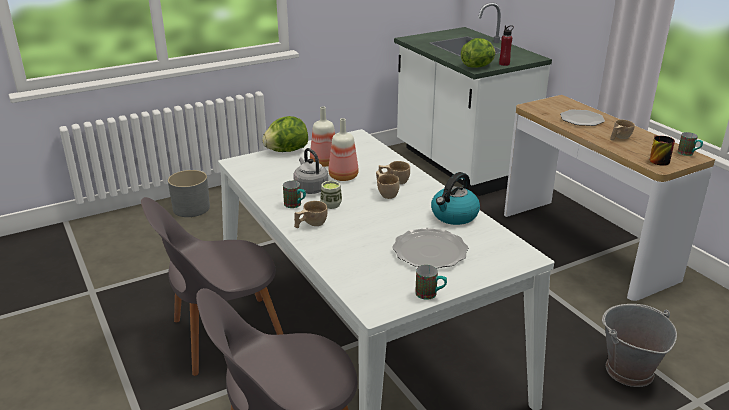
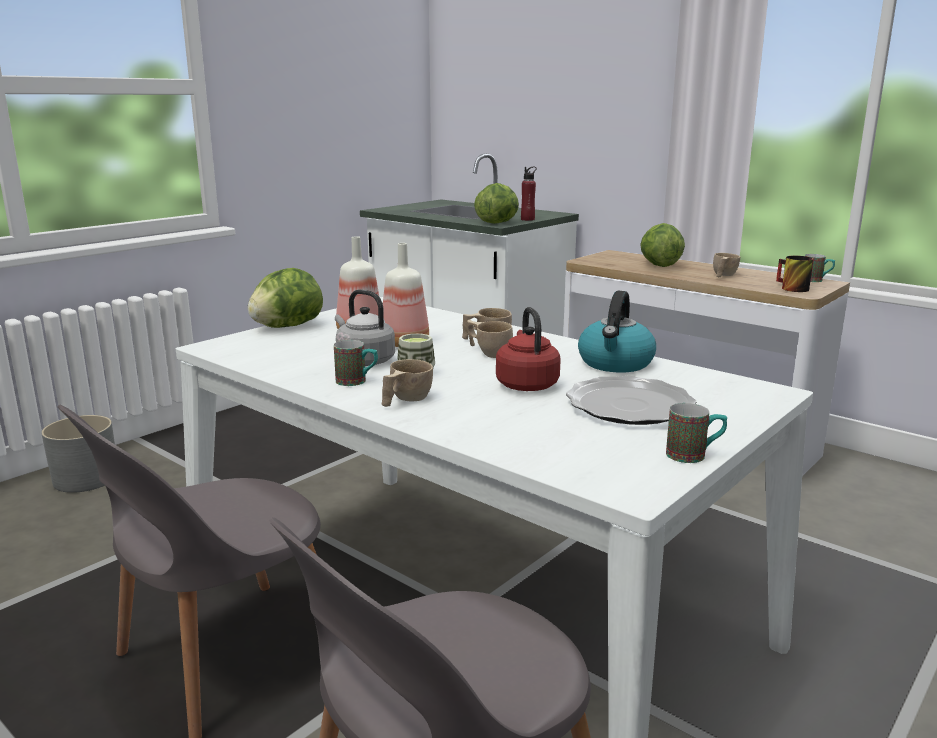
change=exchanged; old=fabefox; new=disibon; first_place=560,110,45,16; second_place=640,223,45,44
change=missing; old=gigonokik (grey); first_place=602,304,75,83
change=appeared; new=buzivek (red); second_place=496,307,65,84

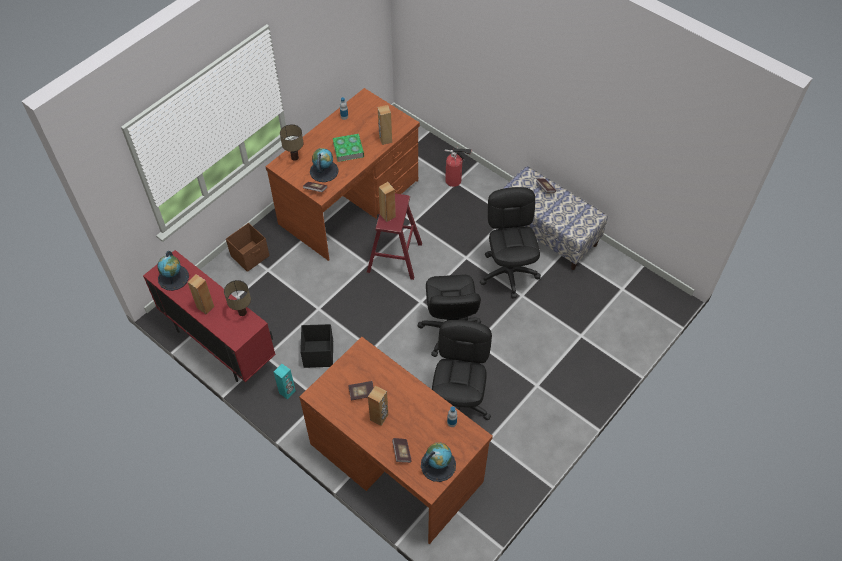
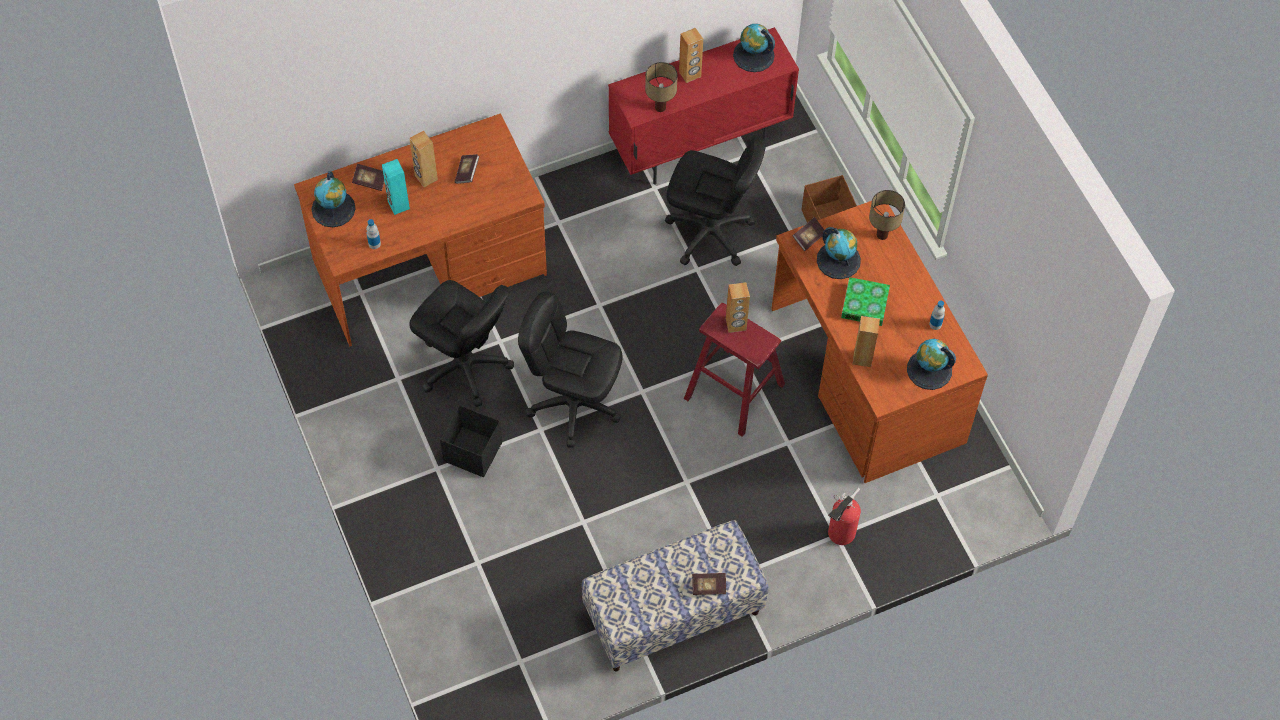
change=relocated; old=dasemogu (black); first_place=480,187,61,112; second_place=665,137,101,129
change=relocated; old=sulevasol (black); first_place=300,324,33,44; second_place=440,405,62,72
change=relocated; old=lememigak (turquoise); first_place=274,364,22,35; second_place=382,159,28,56
change=appeared; new=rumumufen; second_place=907,339,49,51

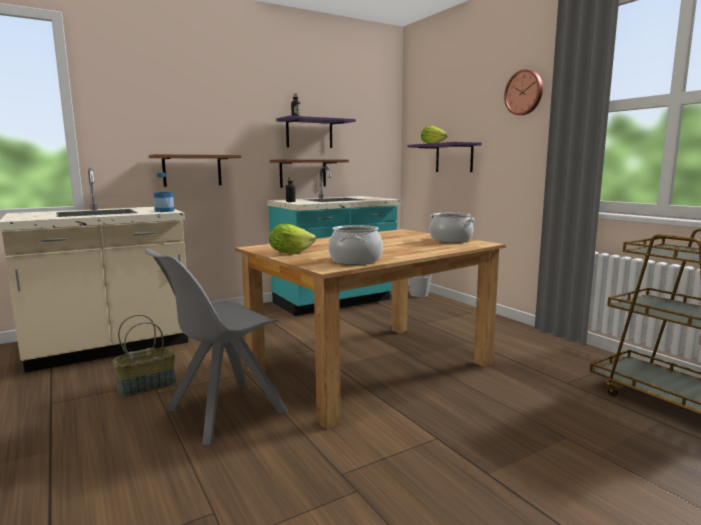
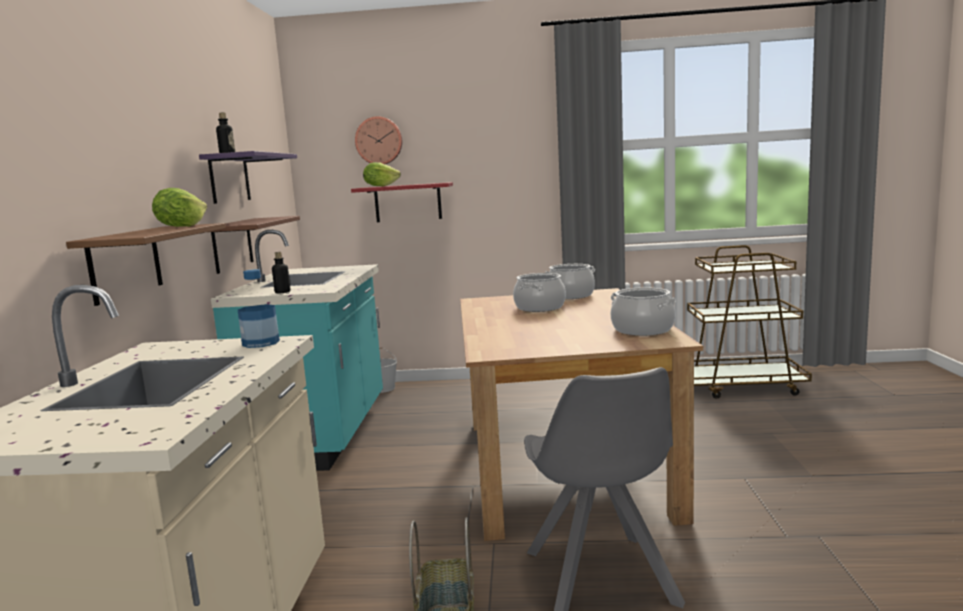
change=relocated; old=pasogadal; first_place=504,69,39,46; second_place=355,116,47,48
change=colour; old=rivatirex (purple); new=rivatirex (red); first_place=407,142,75,30; second_place=351,182,102,40
change=relocated; old=disibon; first_place=269,224,47,30; second_place=152,188,55,39
change=appeared; new=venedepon; second_place=513,273,53,39

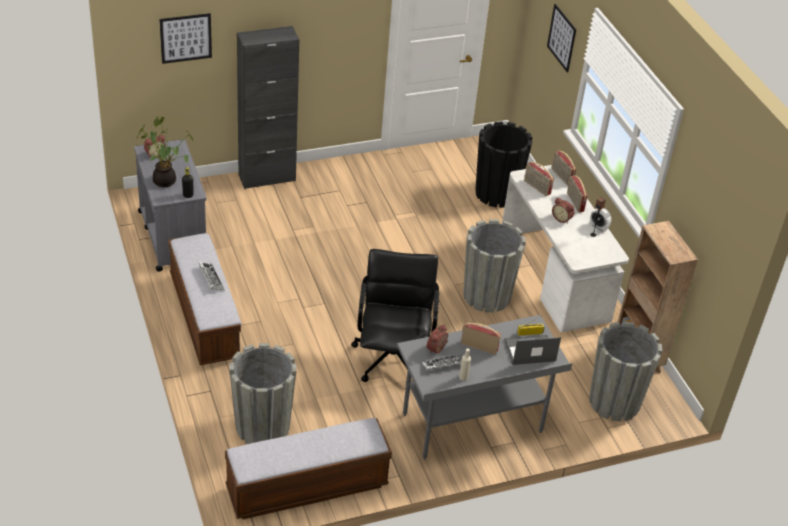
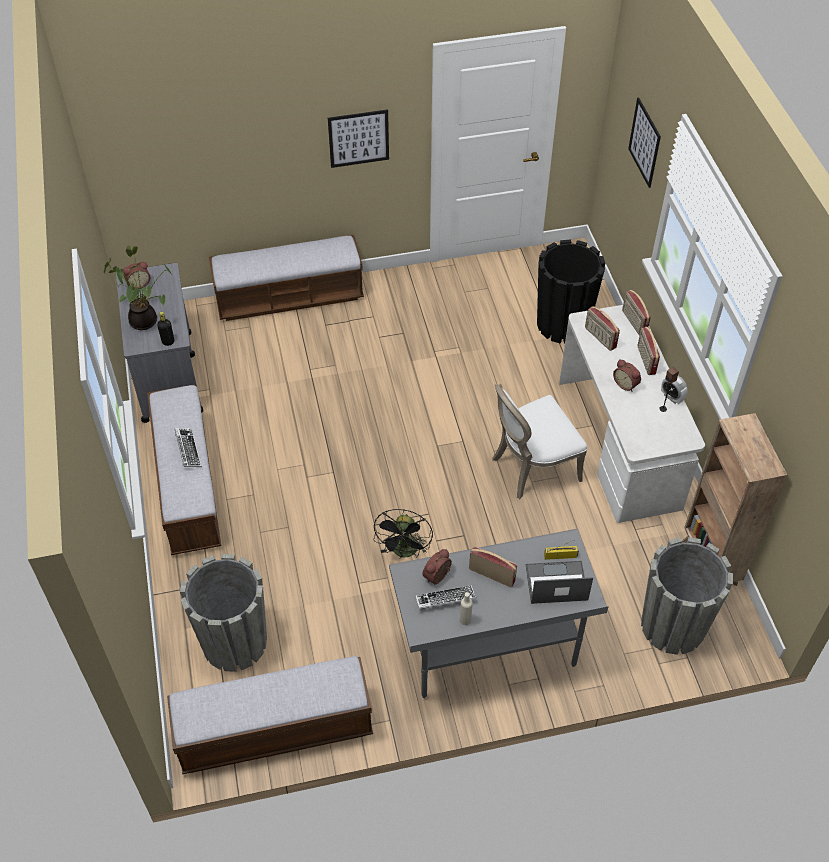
change=relocated; old=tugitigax; first_place=159,13,53,51; second_place=328,109,61,59
change=exchanged; old=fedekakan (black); new=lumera; first_place=237,26,62,163; second_place=209,235,155,86
change=exchanged; old=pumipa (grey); new=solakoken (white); first_place=463,219,63,94; second_place=492,384,95,115
change=exchanged; old=dasemogu (black); new=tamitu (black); first_place=351,249,88,133; second_place=373,509,60,49

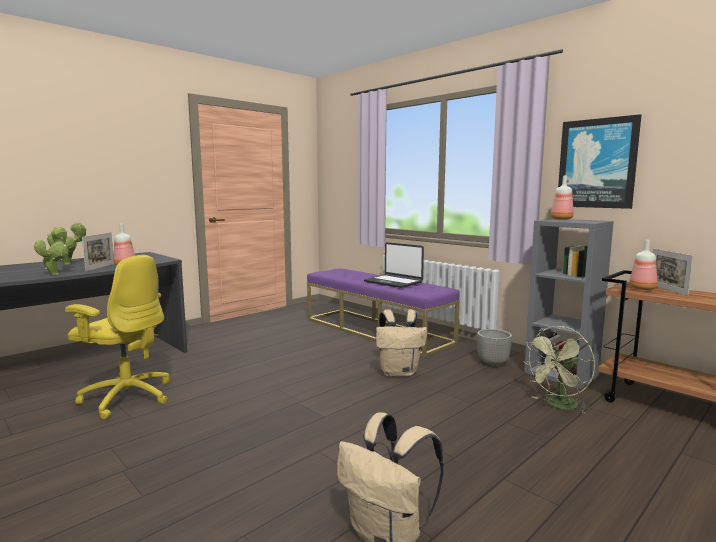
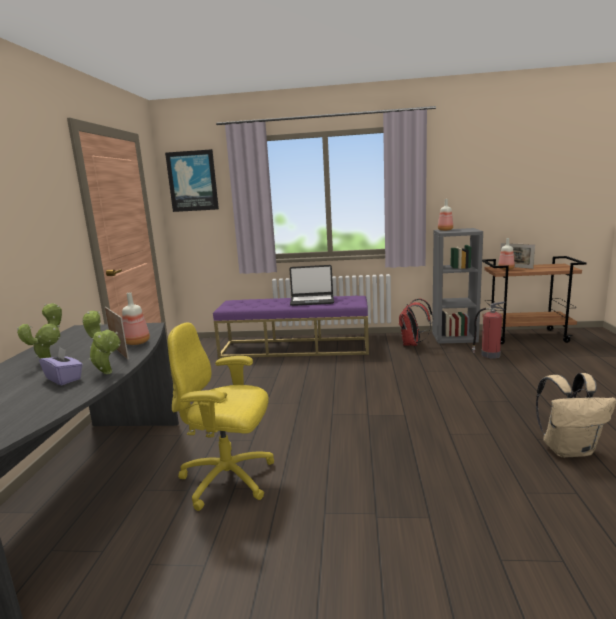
change=relocated; old=tugitigax; first_place=558,114,83,95; second_place=165,149,54,63
change=spun; old=dasemogu (yellow); first_place=65,255,105,164; second_place=168,323,106,188; degrees=-150
change=missing; old=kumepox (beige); first_place=376,309,51,68
change=exchanged; old=tamitu (green); new=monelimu; first_place=523,326,72,89; second_place=472,301,33,57
change=exchanged; old=pumipa; new=kumepox (red); first_place=477,329,35,38; second_place=398,299,35,47
change=appeared; new=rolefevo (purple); second_place=39,347,44,38

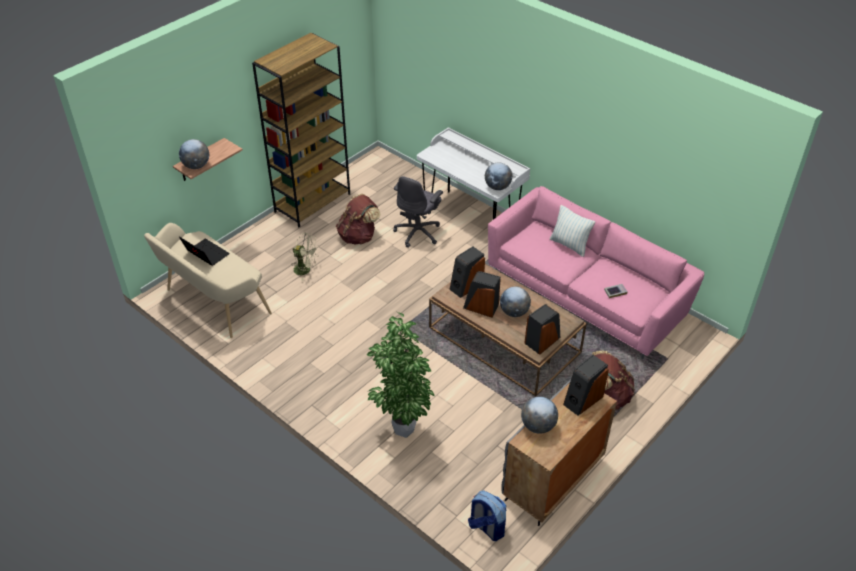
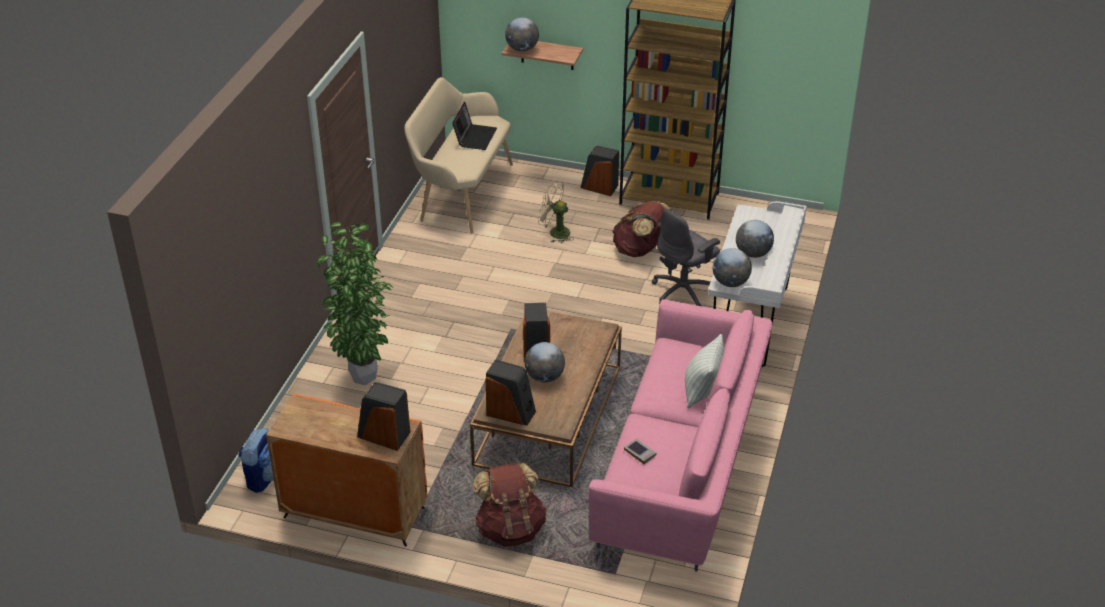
change=spun; old=dasemogu (grey); first_place=393,176,50,72; second_place=652,209,68,97; degrees=-45
change=spun; old=tamitu (beige); first_place=291,233,27,48; second_place=537,182,37,61; degrees=120
change=relocated; old=lememigak; first_place=449,246,36,52; second_place=581,146,38,50
change=colour; old=fedekakan (grey); new=fedekakan (orange); first_place=501,379,116,147; second_place=266,393,161,154
change=relocated; old=rumumufen; first_place=521,397,37,37; second_place=736,220,38,38

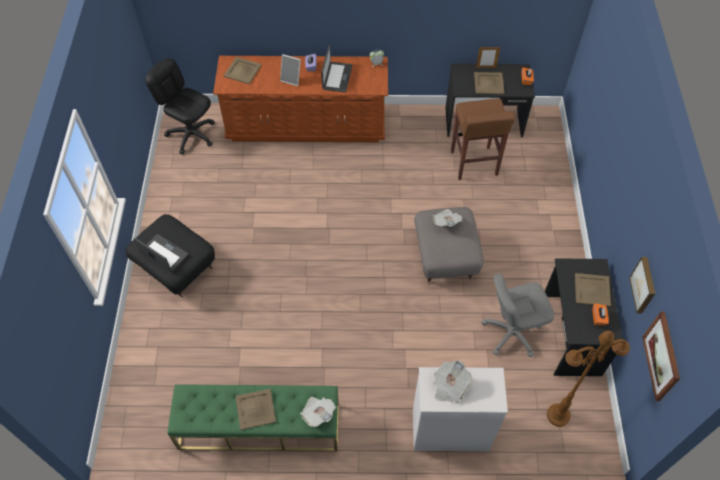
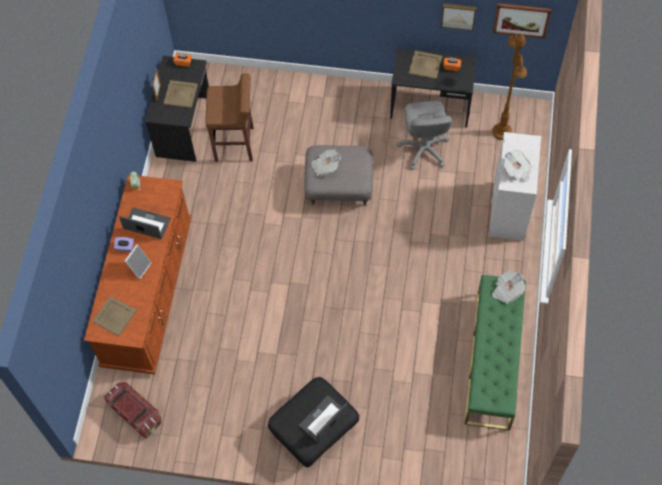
change=exchanged; old=dasemogu (black); new=sulevasol; first_place=145,58,70,96; second_place=104,382,57,57
change=missing; old=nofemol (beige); first_place=236,389,40,41

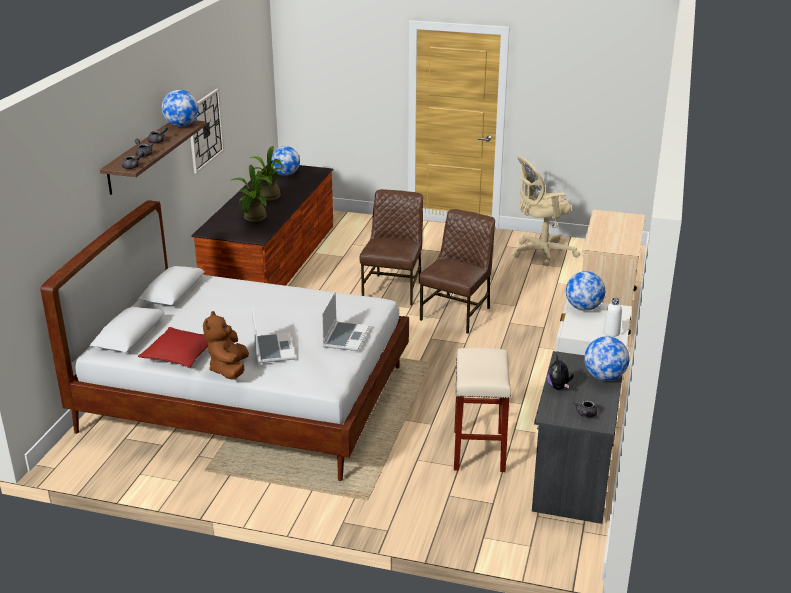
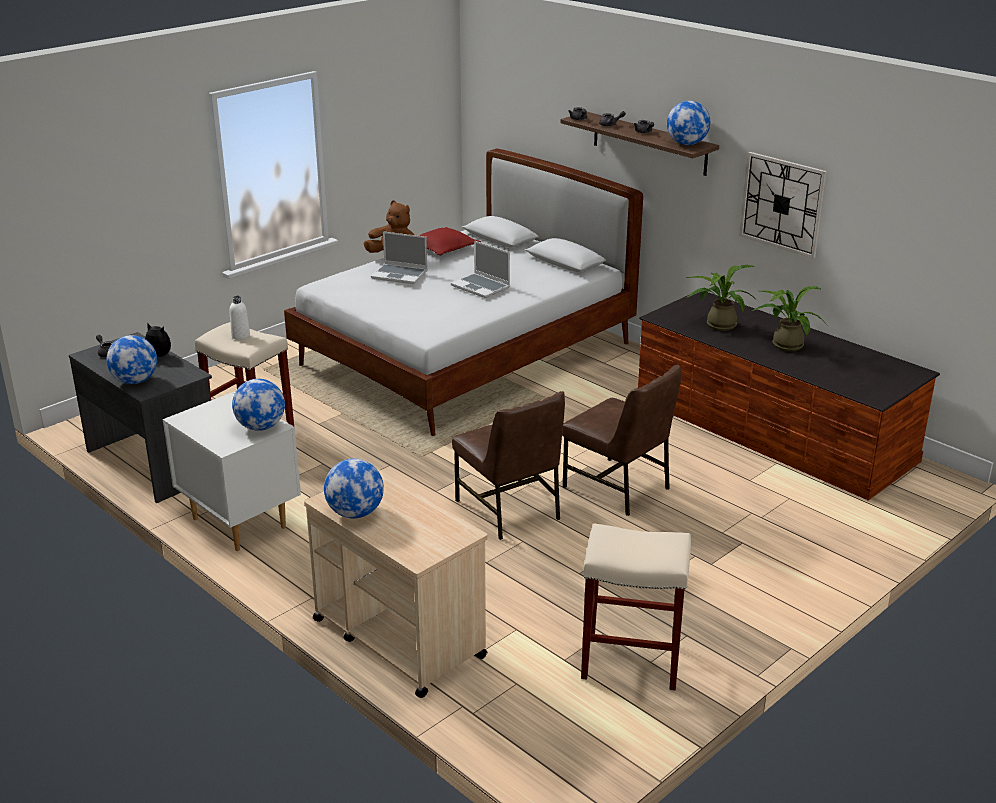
change=relocated; old=rumumufen; first_place=271,146,29,30; second_place=324,458,60,60
change=exchanged; old=dasemogu (beige); new=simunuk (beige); first_place=513,156,67,111; second_place=581,523,110,167
change=relocated; old=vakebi; first_place=322,291,47,60; second_place=451,241,59,57
change=relocated; old=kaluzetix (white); first_place=603,298,19,39; second_place=229,296,21,44

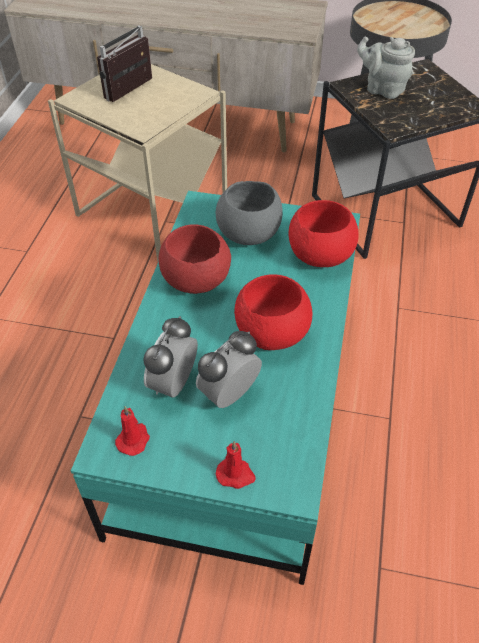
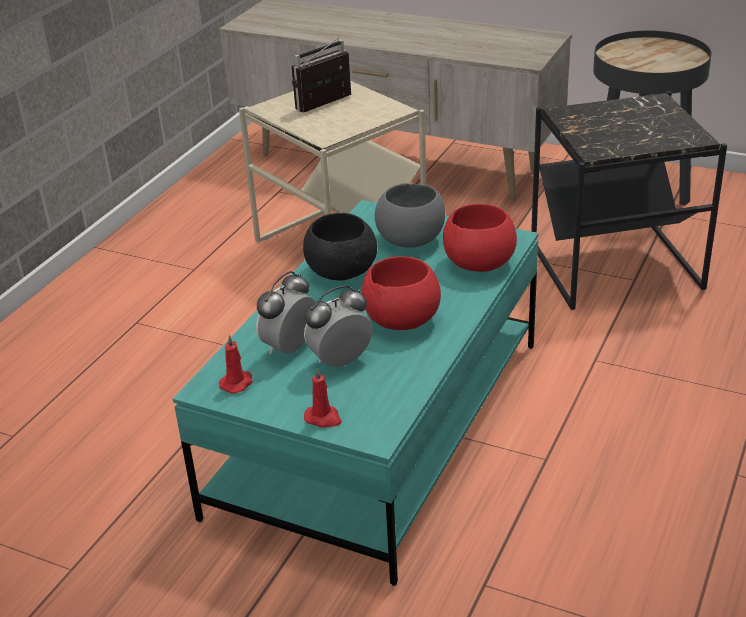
change=missing; old=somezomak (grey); first_place=357,36,58,63
change=colour; old=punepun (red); new=punepun (black); first_place=159,224,72,70; second_place=303,213,74,67

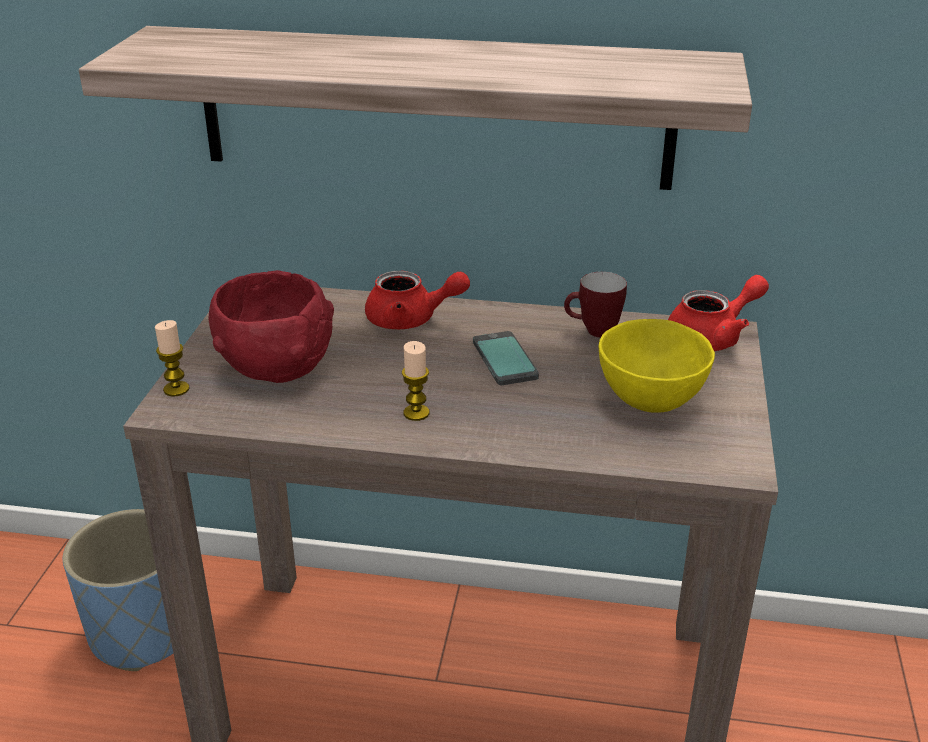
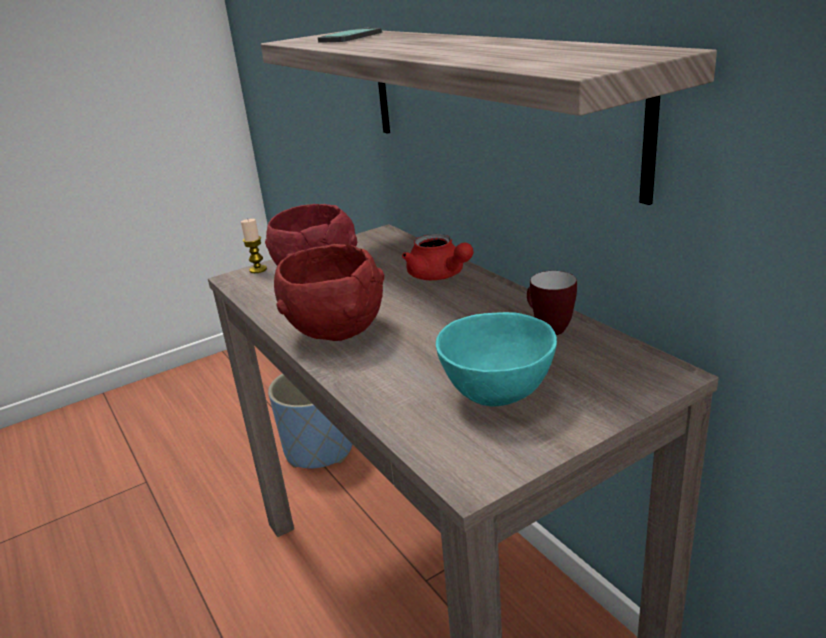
change=missing; old=somezomak (red); first_place=668,275,101,76
change=colour; old=punepun (yellow); new=punepun (turquoise); first_place=599,319,116,94; second_place=436,312,121,94
change=relocated; old=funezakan; first_place=473,331,66,54; second_place=318,27,64,16
change=exchanged; old=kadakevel; new=punepun (red); first_place=402,341,27,80; second_place=274,244,110,97

